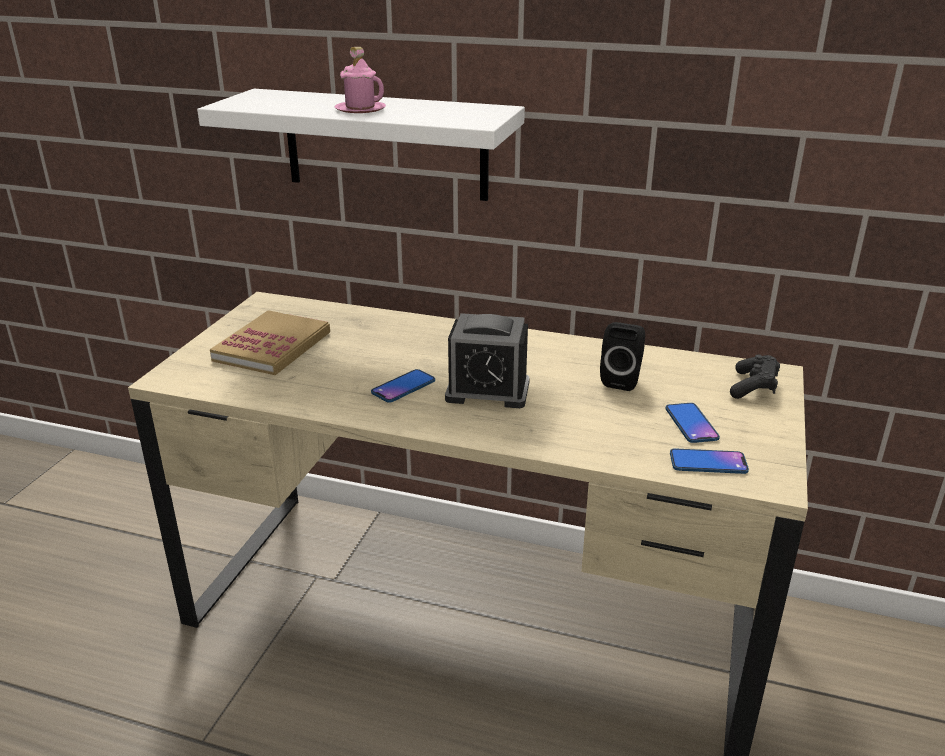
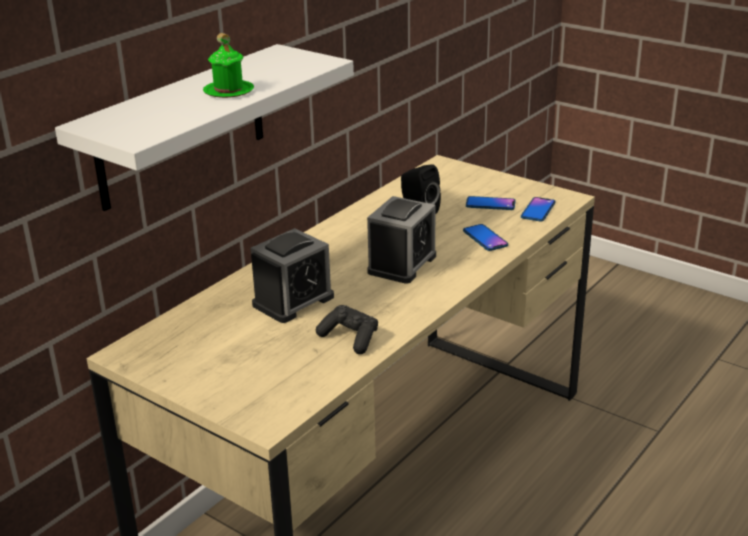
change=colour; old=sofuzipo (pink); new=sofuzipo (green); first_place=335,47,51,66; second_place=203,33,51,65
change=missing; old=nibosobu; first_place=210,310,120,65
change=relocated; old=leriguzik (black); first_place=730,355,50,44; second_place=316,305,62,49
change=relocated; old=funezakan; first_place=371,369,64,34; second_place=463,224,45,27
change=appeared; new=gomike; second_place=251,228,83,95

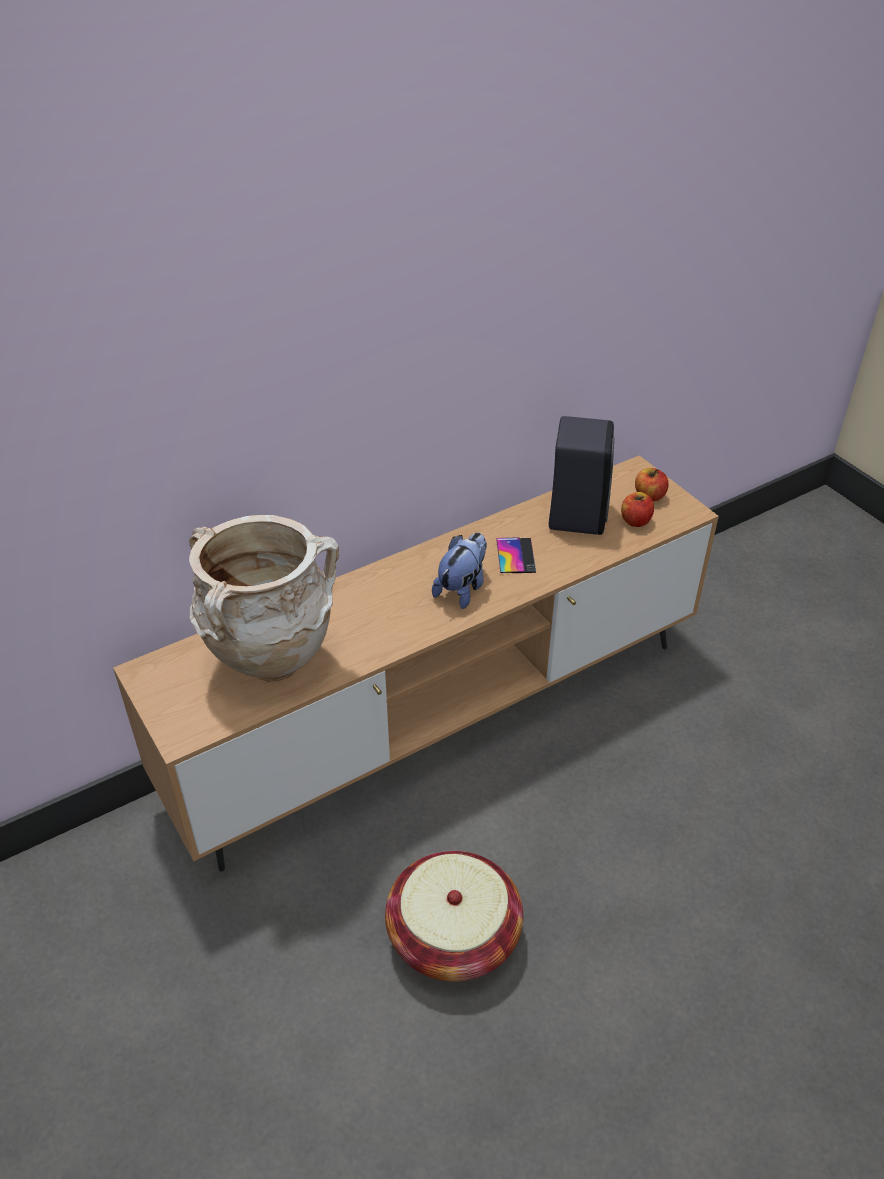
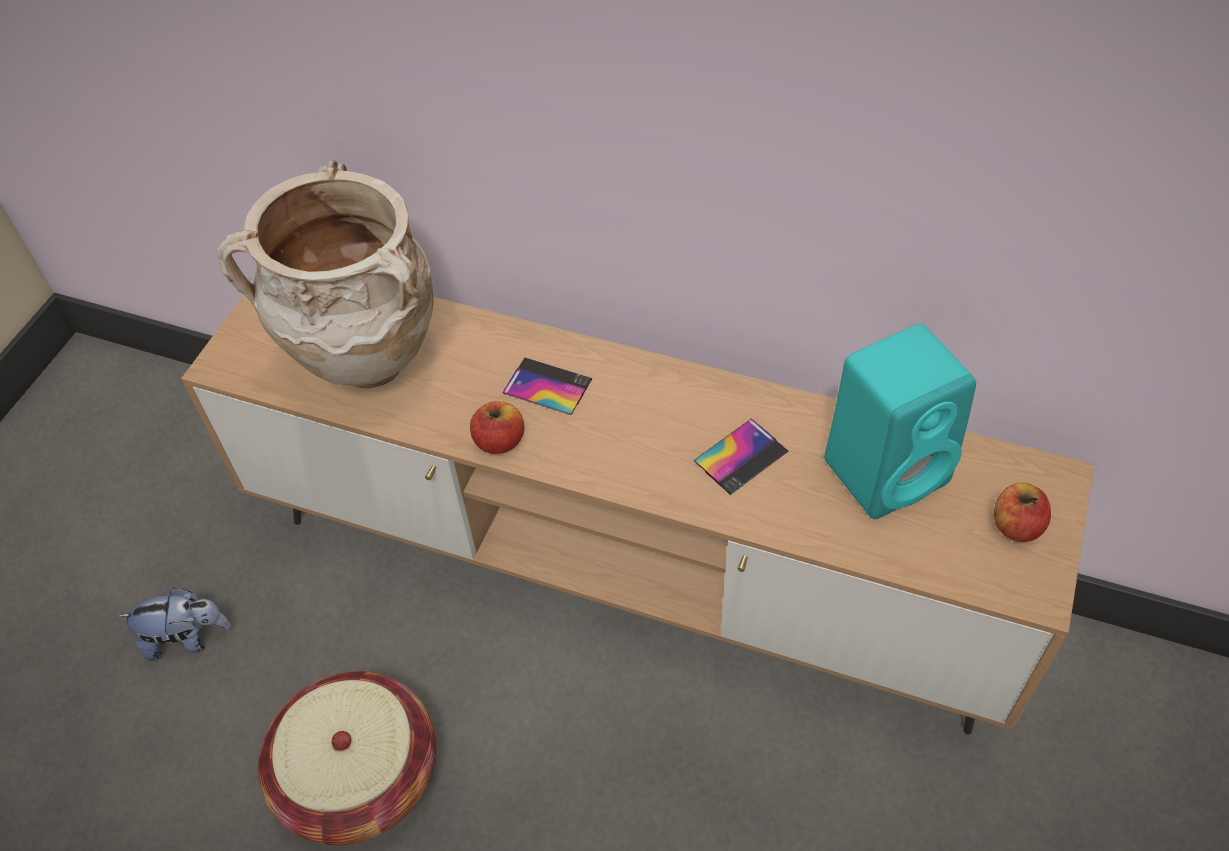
change=colour; old=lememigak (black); new=lememigak (turquoise); first_place=549,416,65,119; second_place=824,324,152,195
change=relocated; old=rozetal; first_place=621,492,33,35; second_place=470,401,55,53
change=relocated; old=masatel; first_place=432,532,55,77; second_place=117,587,113,74
change=appeared; new=funezakan; second_place=502,357,90,58

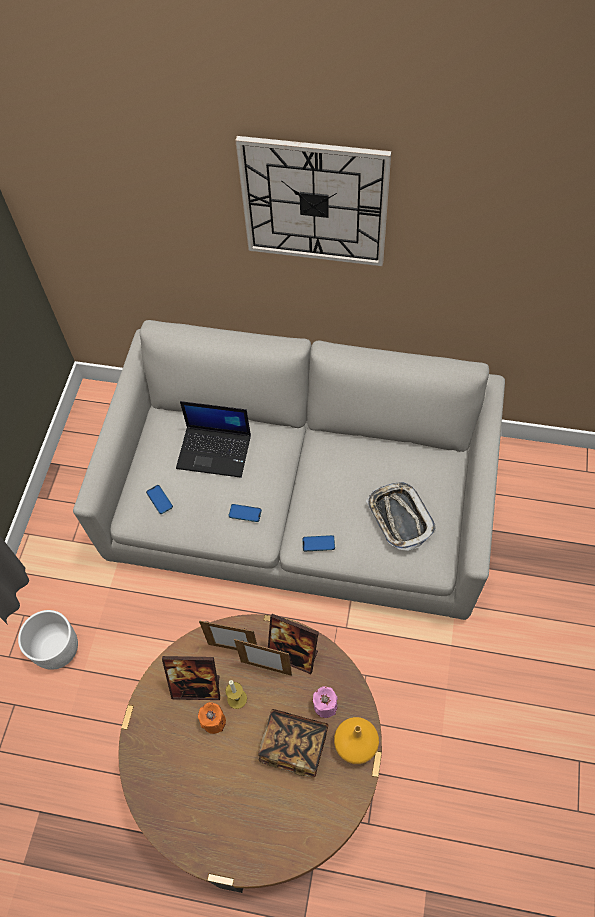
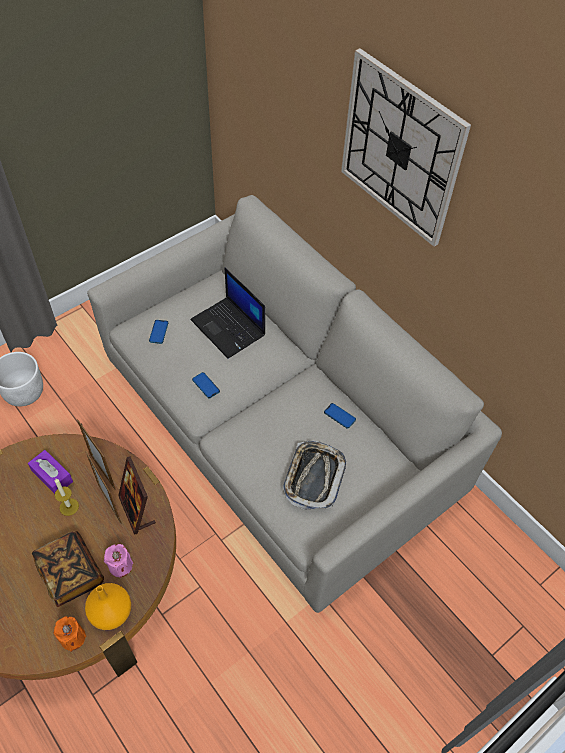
change=relocated; old=funezakan; first_place=302,535,33,16; second_place=324,403,32,26
change=exchanged; old=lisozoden; new=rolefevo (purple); first_place=162,656,58,44; second_place=28,450,45,44
change=relocated; old=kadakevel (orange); first_place=198,702,28,32; second_place=54,616,32,36

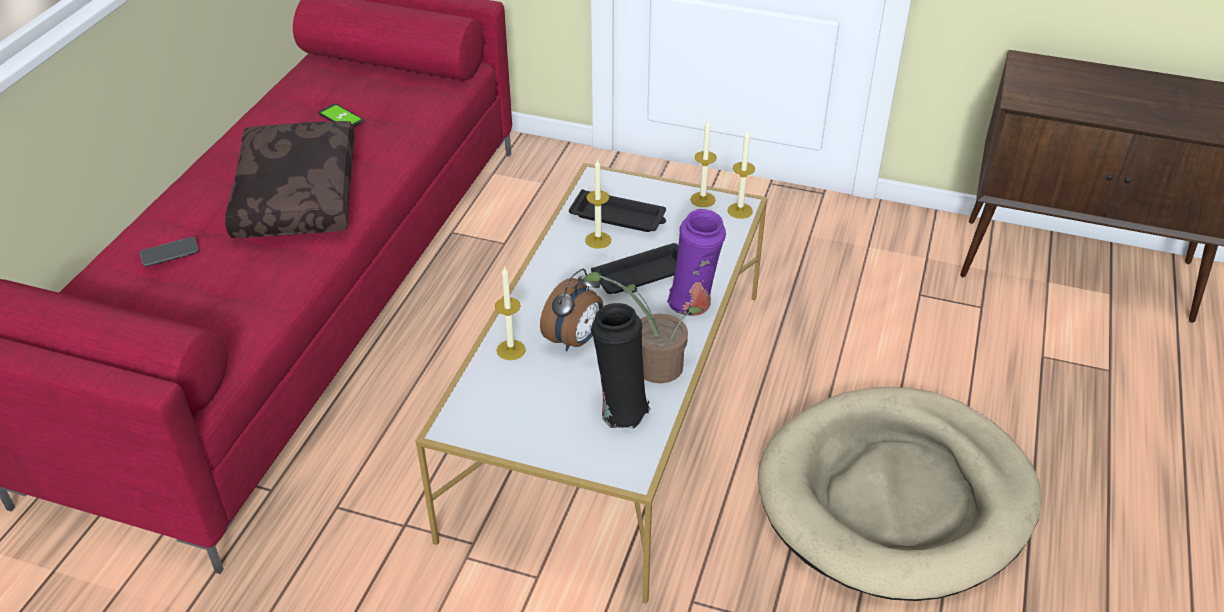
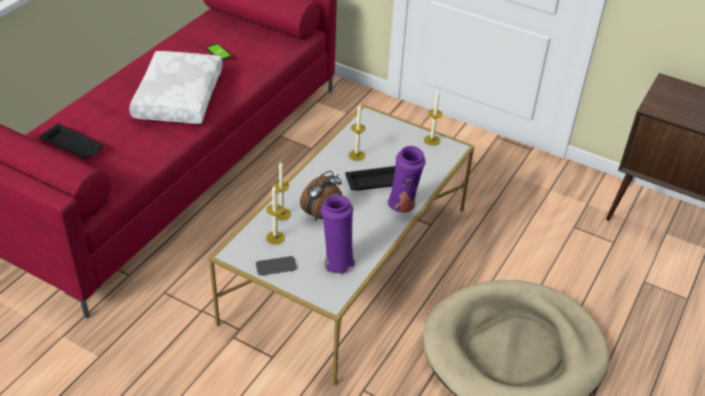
change=colour; old=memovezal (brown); new=memovezal (white); first_place=225,121,130,117; second_place=129,51,94,73
change=relocated; old=kadakevel; first_place=727,130,28,89; second_place=266,185,19,60
change=relocated; old=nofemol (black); first_place=569,189,97,43; second_place=40,123,63,36
change=relocated; old=funezakan; first_place=140,237,59,30; second_place=256,256,41,19
change=missing; old=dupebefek; first_place=582,272,121,111
change=colour; old=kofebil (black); new=kofebil (purple); first_place=591,303,59,125; second_place=321,195,34,79

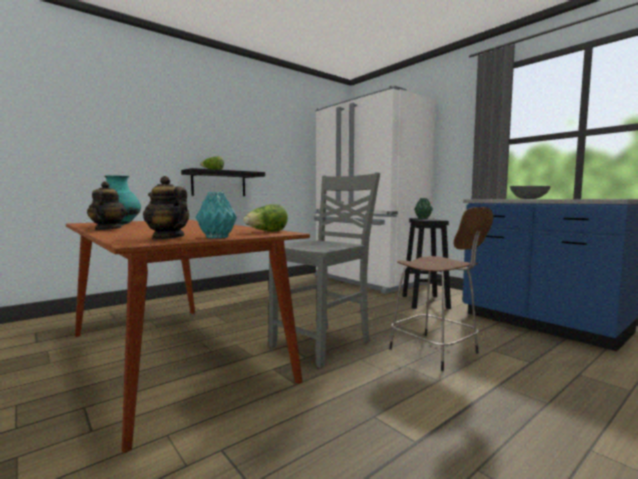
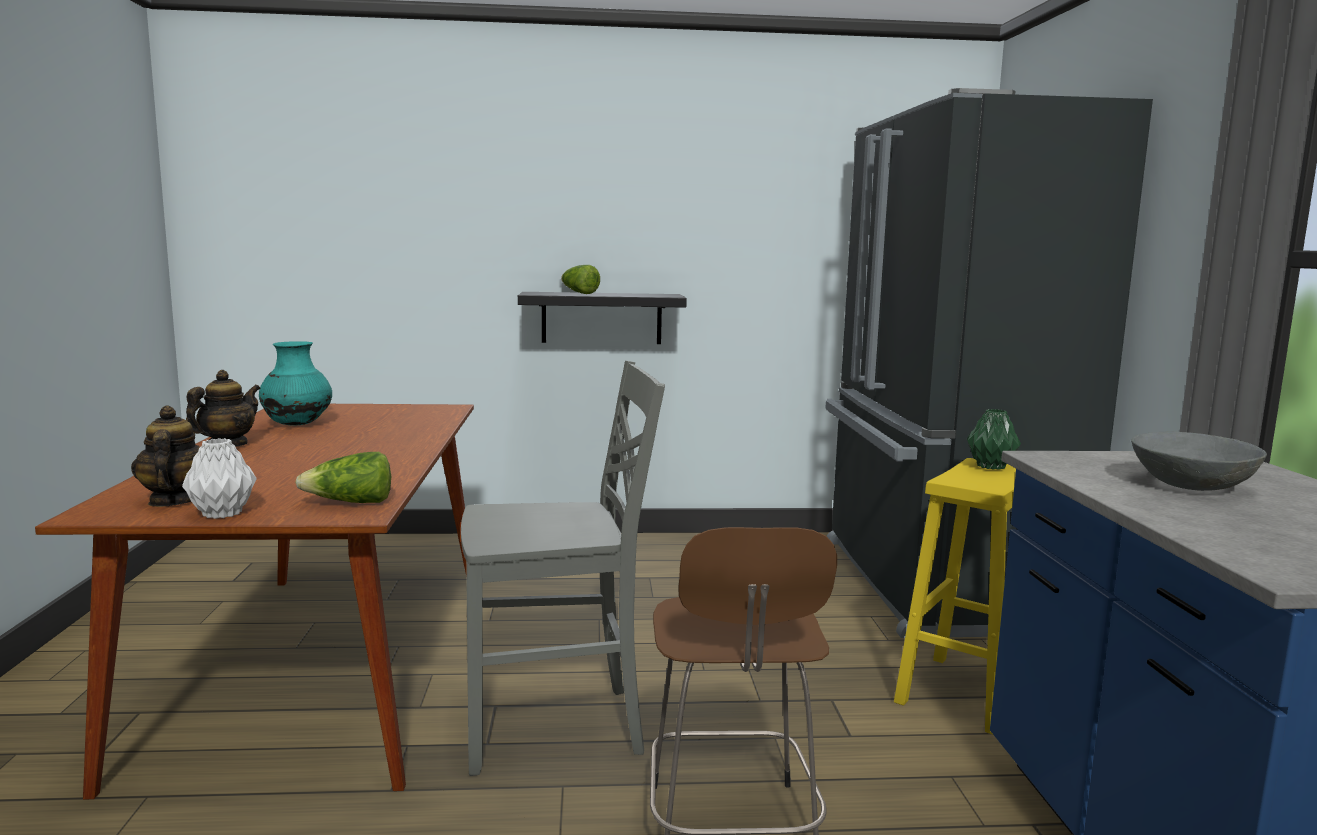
change=colour; old=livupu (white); new=livupu (black); first_place=314,86,122,208; second_place=826,88,327,550
change=colour; old=kofebil (turquoise); new=kofebil (white); first_place=196,192,41,47; second_place=182,438,75,81
change=colour; old=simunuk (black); new=simunuk (yellow); first_place=402,218,49,91; second_place=894,458,122,276

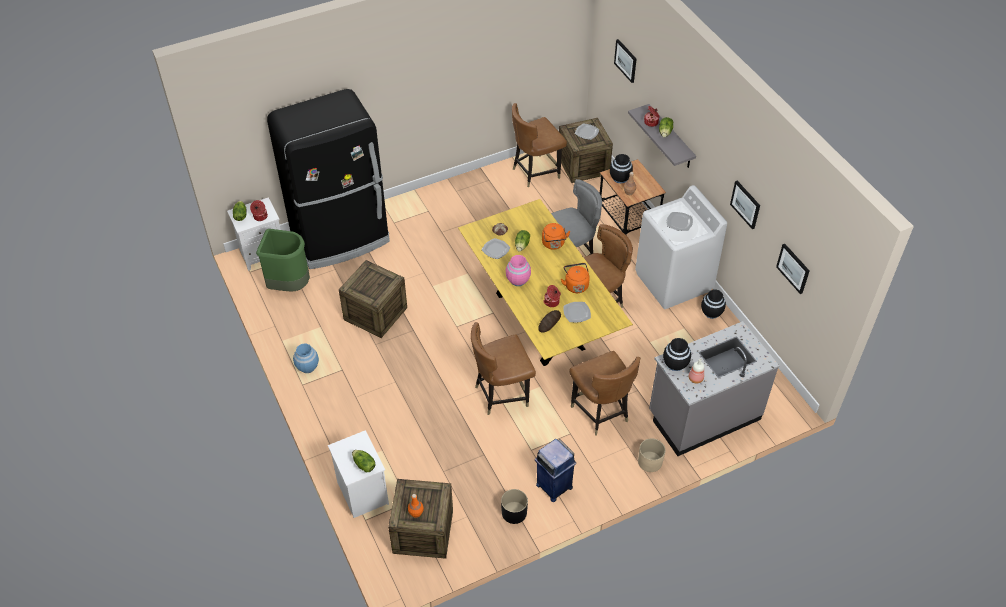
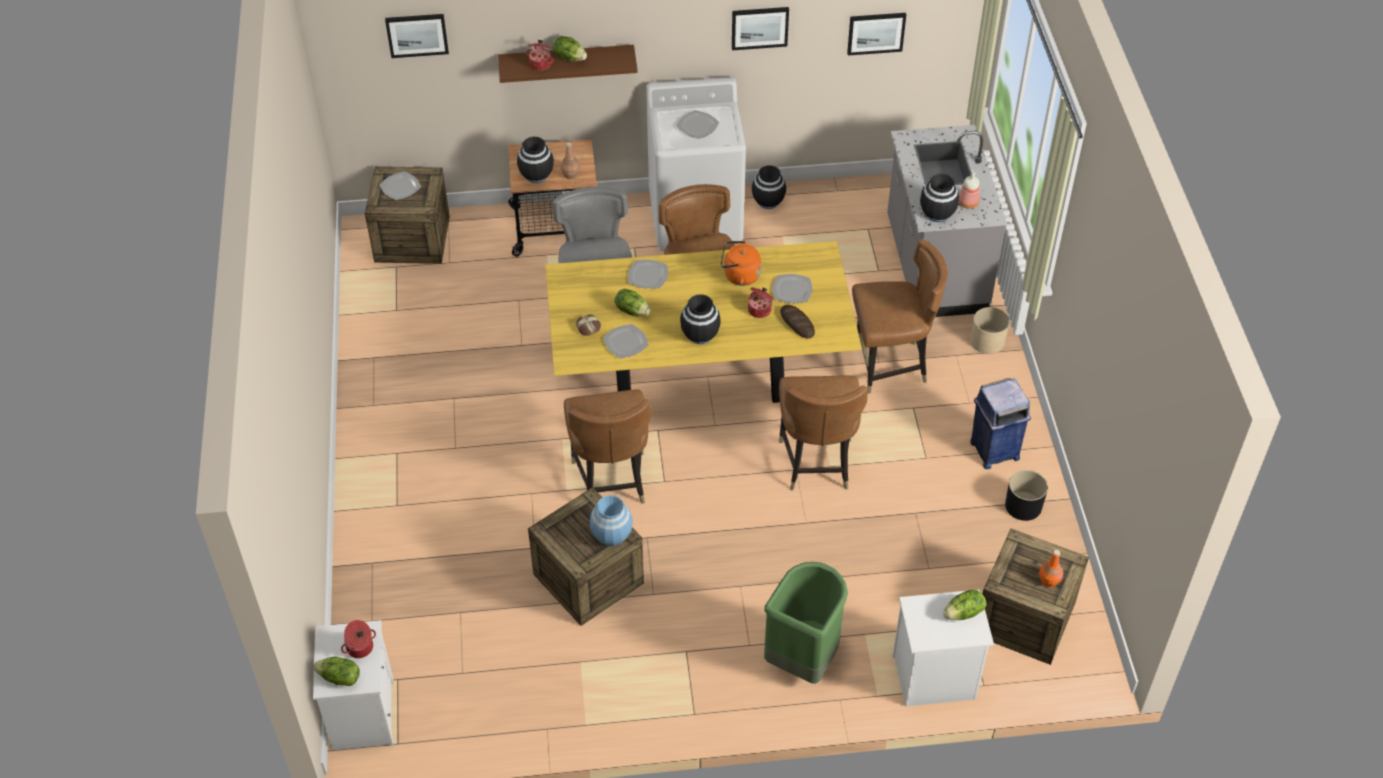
change=missing; old=livupu (black); first_place=267,89,123,180
change=relocated; old=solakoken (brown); first_place=512,103,55,84; second_place=564,390,87,114
change=colour; old=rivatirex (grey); new=rivatirex (brown); first_place=628,104,68,64; second_place=498,45,140,38
change=exchanged; old=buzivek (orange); new=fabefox; first_place=542,223,28,27; second_place=628,260,40,29
change=relocated; old=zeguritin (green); first_place=256,229,54,62; second_place=764,562,84,122
change=colour; old=kofebil (pink); new=kofebil (black); first_place=506,255,25,31; second_place=680,294,41,50
change=relocated; old=kofebil (blue); first_place=293,343,26,30; second_place=590,495,43,51

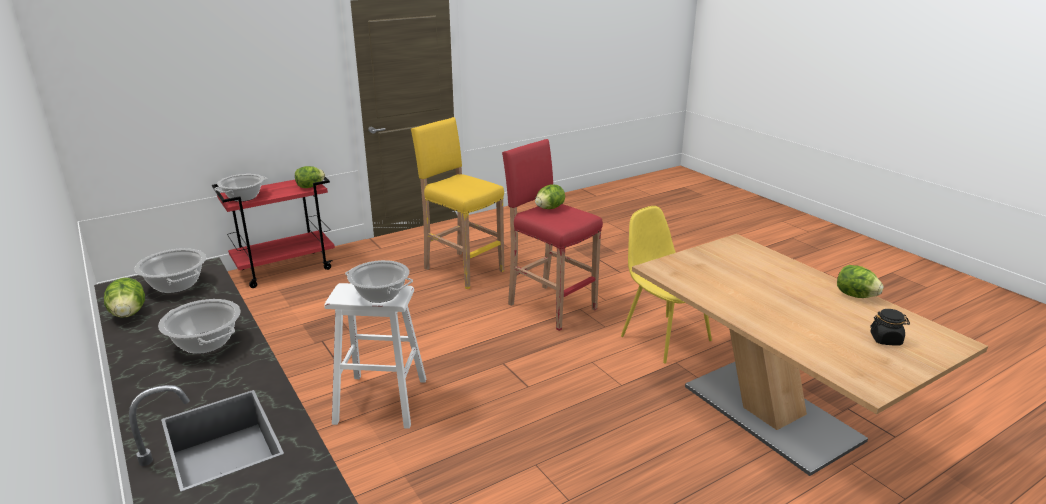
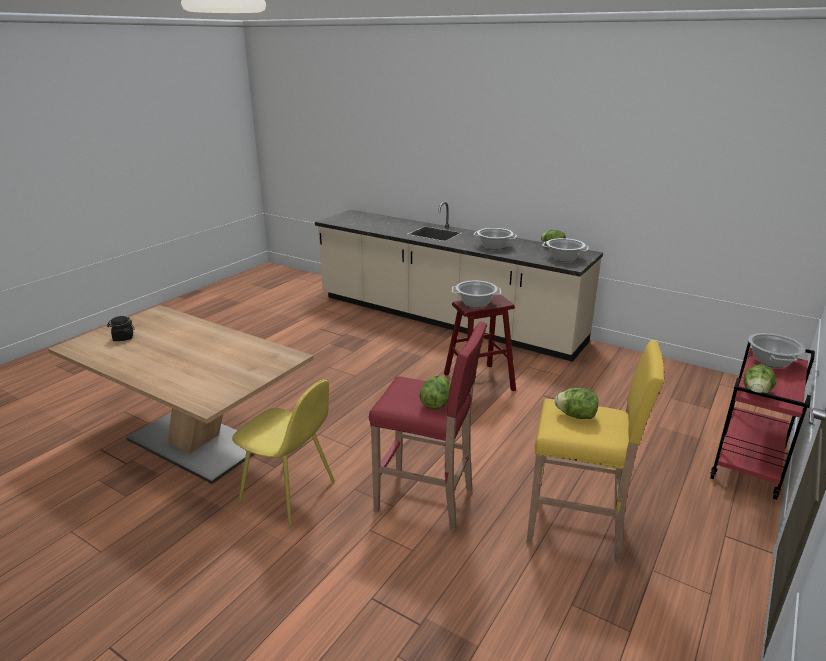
change=relocated; old=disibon; first_place=837,265,47,33; second_place=555,388,43,31
change=colour; old=simunuk (white); new=simunuk (red); first_place=324,283,103,146; second_place=444,295,72,96

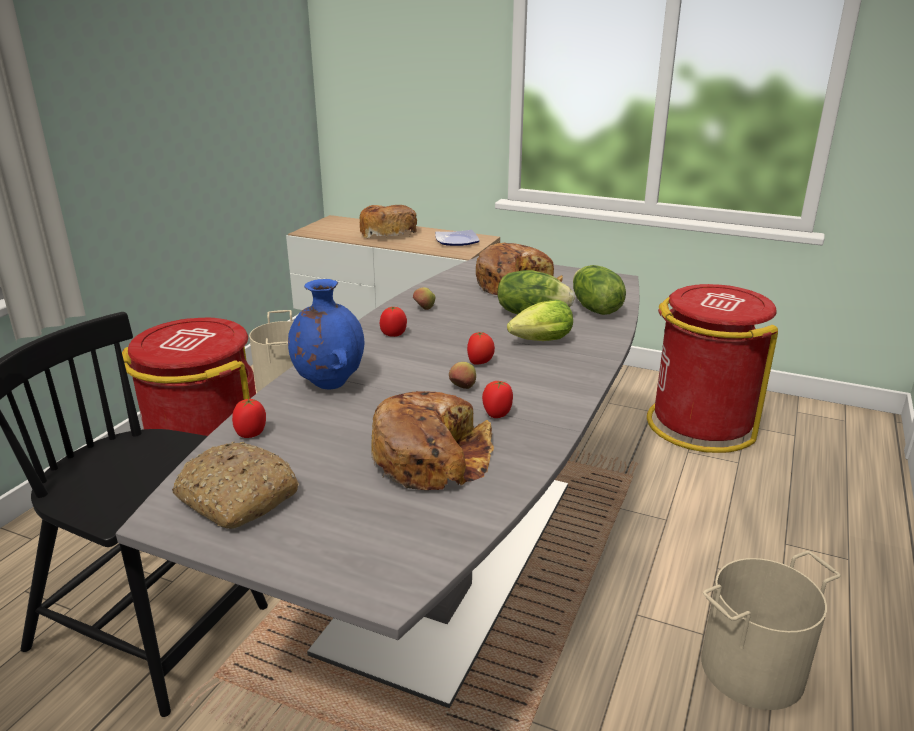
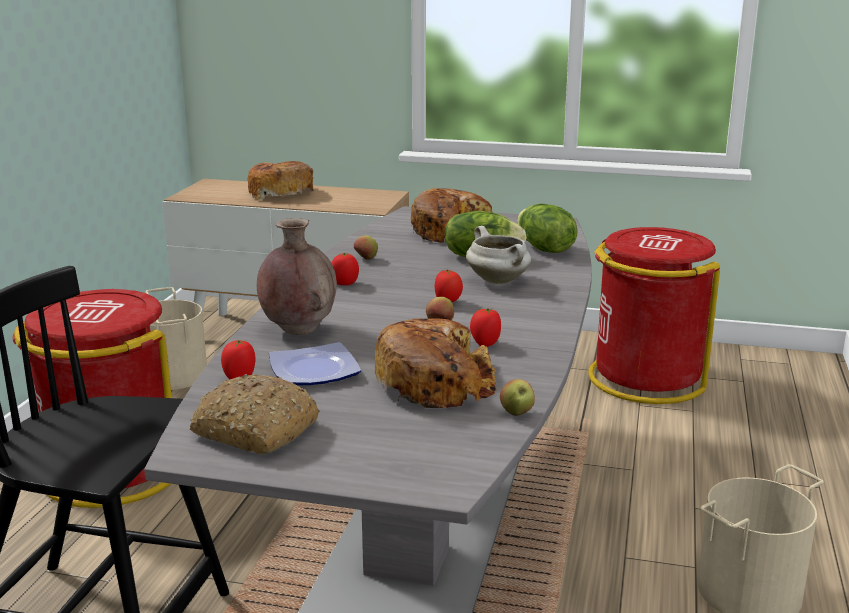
change=relocated; old=fabefox; first_place=435,230,45,16; second_place=269,342,92,43
change=colour; old=kofebil (blue); new=kofebil (brown); first_place=288,279,76,111; second_place=257,218,80,117
change=exchanged; old=disibon; new=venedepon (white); first_place=507,300,66,41; second_place=466,226,65,58
change=appeared; new=rozetal; second_place=500,379,35,37

